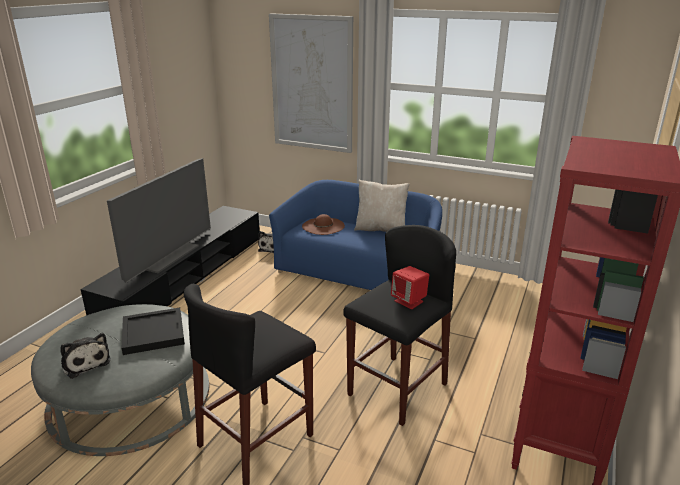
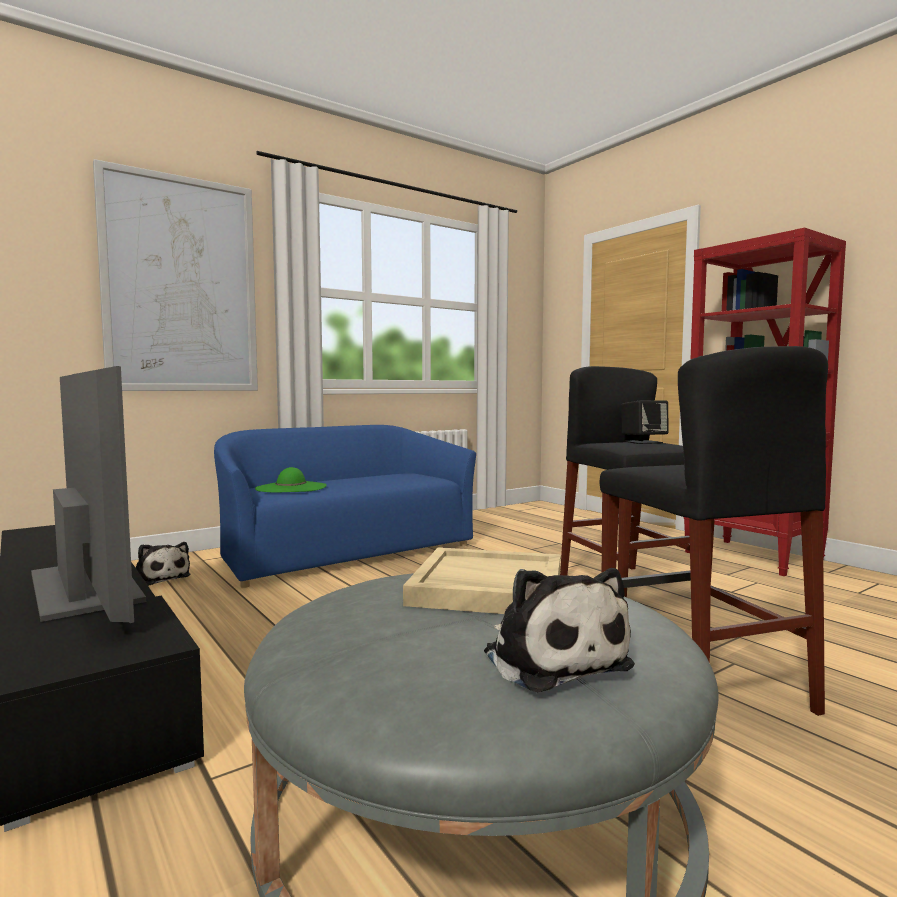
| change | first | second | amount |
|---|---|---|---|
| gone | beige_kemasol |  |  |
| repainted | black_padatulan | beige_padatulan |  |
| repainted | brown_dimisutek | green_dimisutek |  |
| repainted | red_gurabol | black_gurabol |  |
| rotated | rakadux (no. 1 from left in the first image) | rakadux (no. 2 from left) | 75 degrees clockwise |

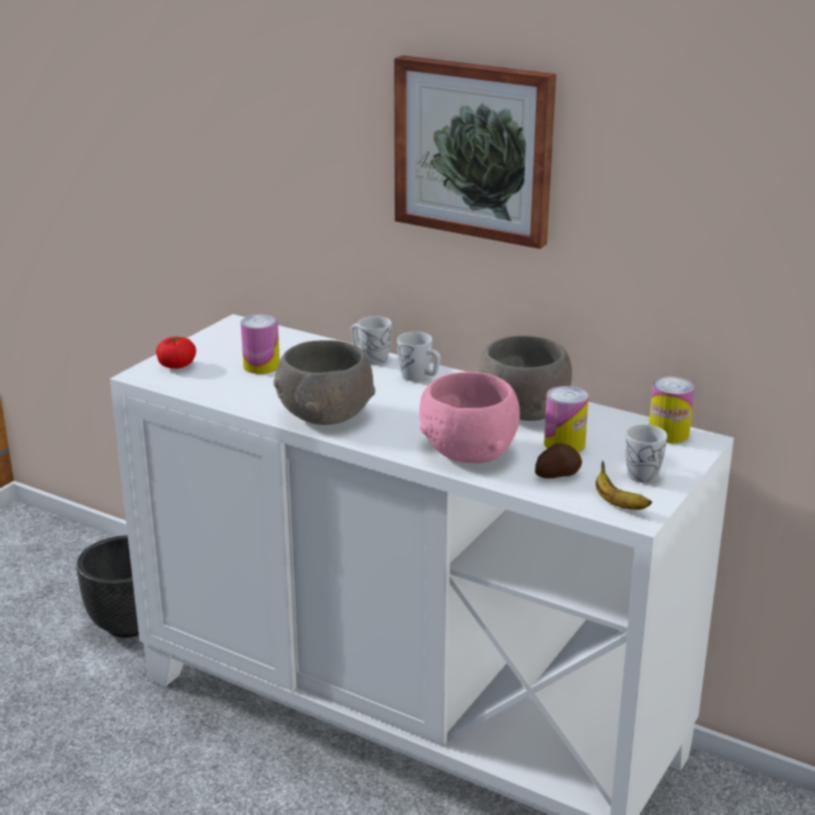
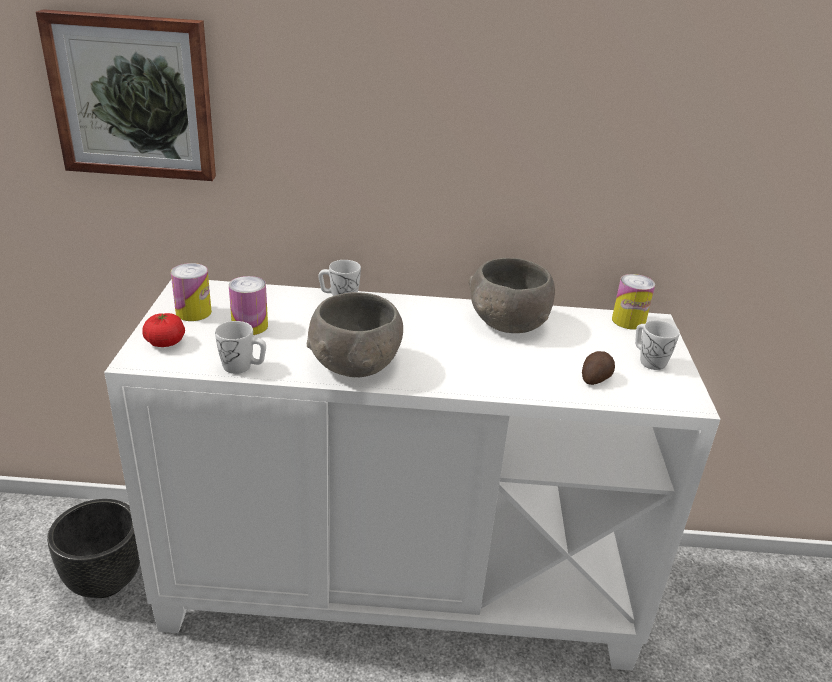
| change | first | second | amount |
|---|---|---|---|
| gone | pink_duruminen |  |  |
| gone | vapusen |  |  |
| shifted | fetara |  |  |
| shifted | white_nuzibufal (no. 2 from left in the first image) | white_nuzibufal (no. 1 from left) |  |
| shifted | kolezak (no. 2 from left in the first image) | kolezak (no. 1 from left) |  |

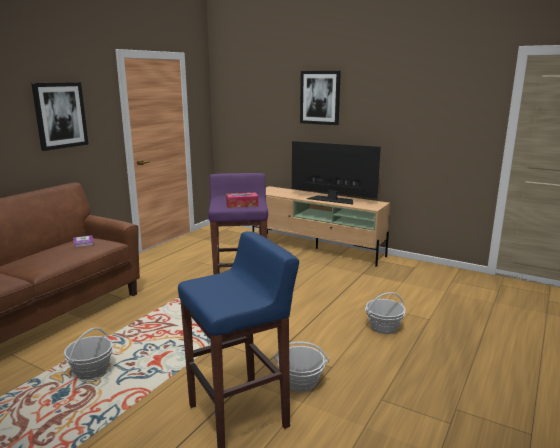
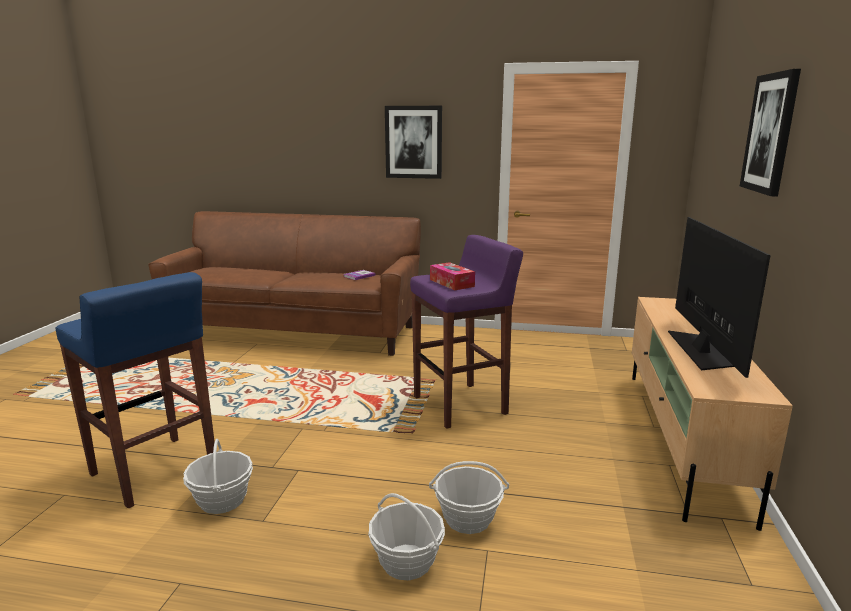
| change | first | second | amount |
|---|---|---|---|
| shifted | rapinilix (no. 1 from left in the first image) | rapinilix (no. 3 from left) |  |

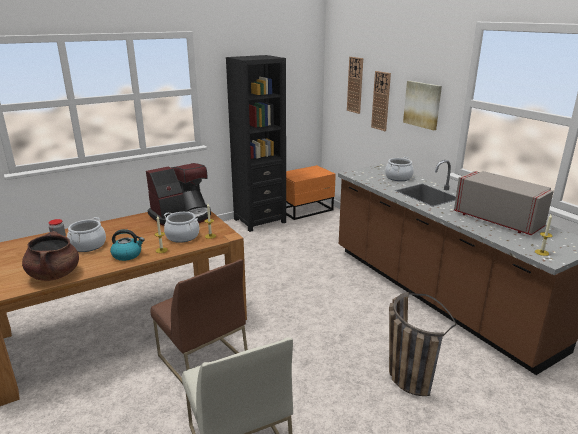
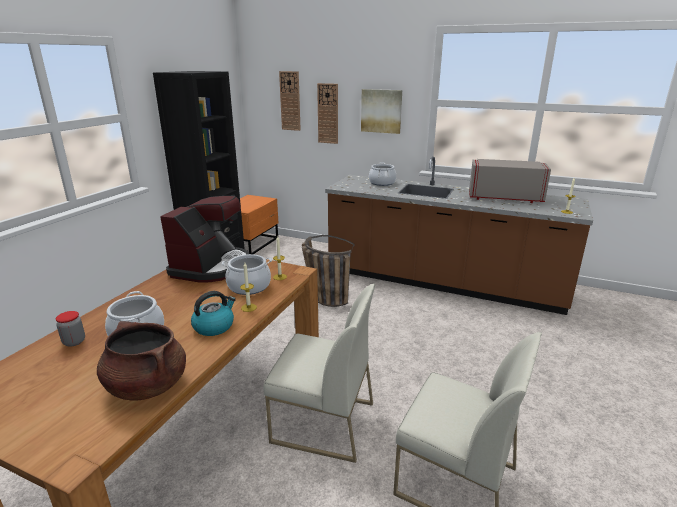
| change | first | second | amount |
|---|---|---|---|
| shifted | rapinilix |  |  |
| repainted | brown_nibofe | white_nibofe (no. 1 from left) |  |

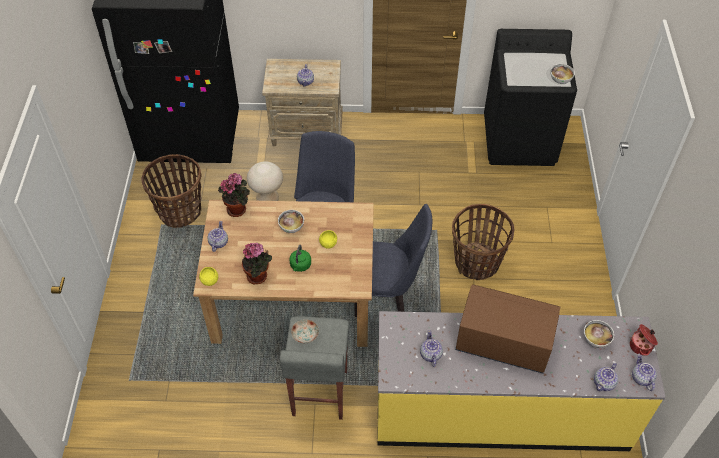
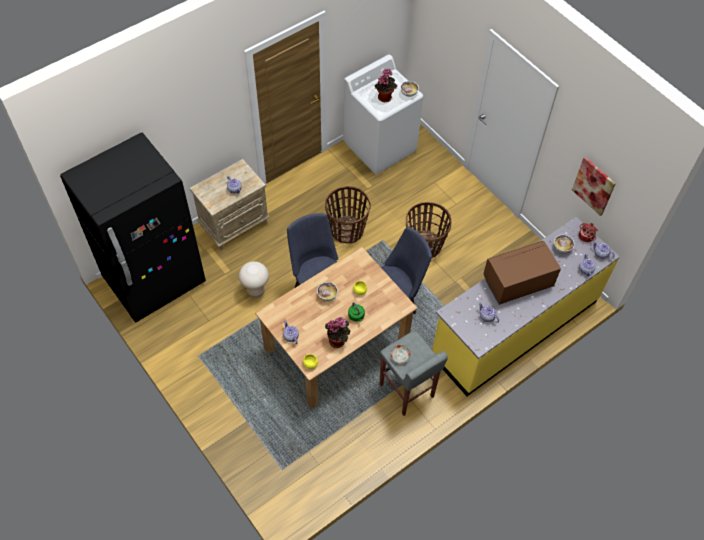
| change | first | second | amount |
|---|---|---|---|
| new |  | fetara |  |
| shifted | rapinilix (no. 1 from left) |  |  |
| shifted | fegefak (no. 1 from left in the first image) | fegefak (no. 2 from left) |  |
| repainted | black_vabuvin | white_vabuvin |  |

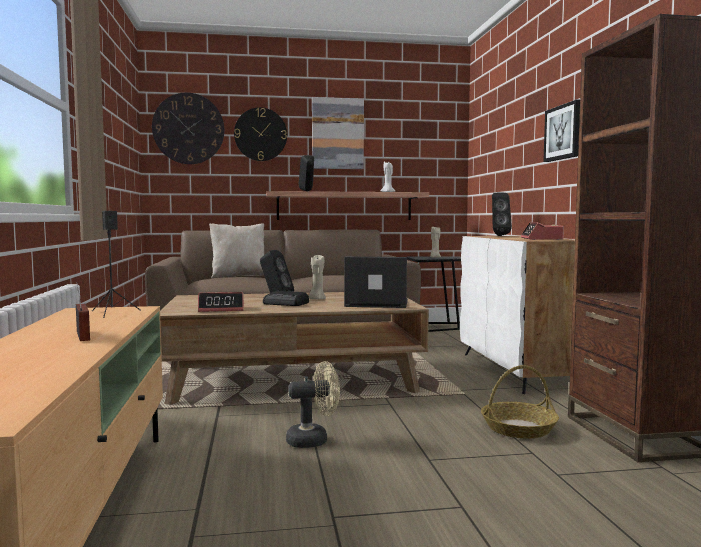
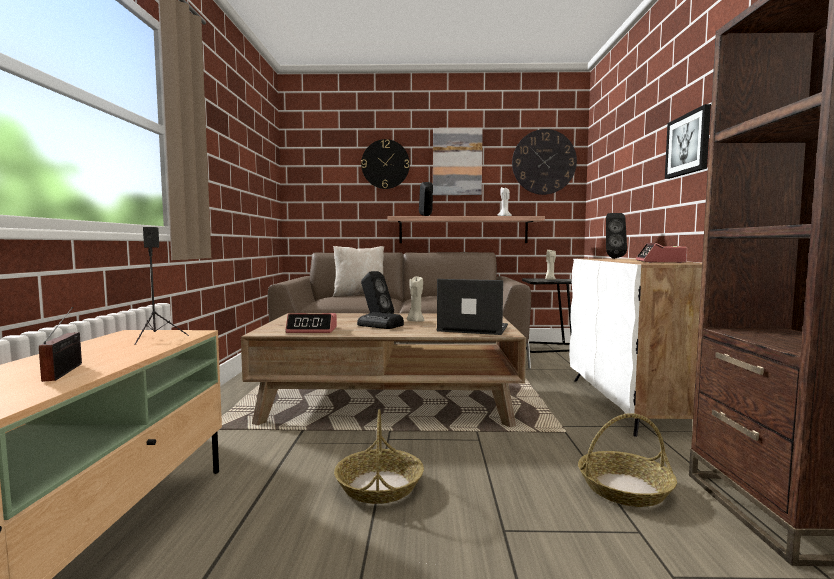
| change | first | second | amount |
|---|---|---|---|
| shifted | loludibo (no. 1 from left in the first image) | loludibo (no. 2 from left) |  |
| swapped | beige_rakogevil | rapinilix (no. 1 from left) |  |

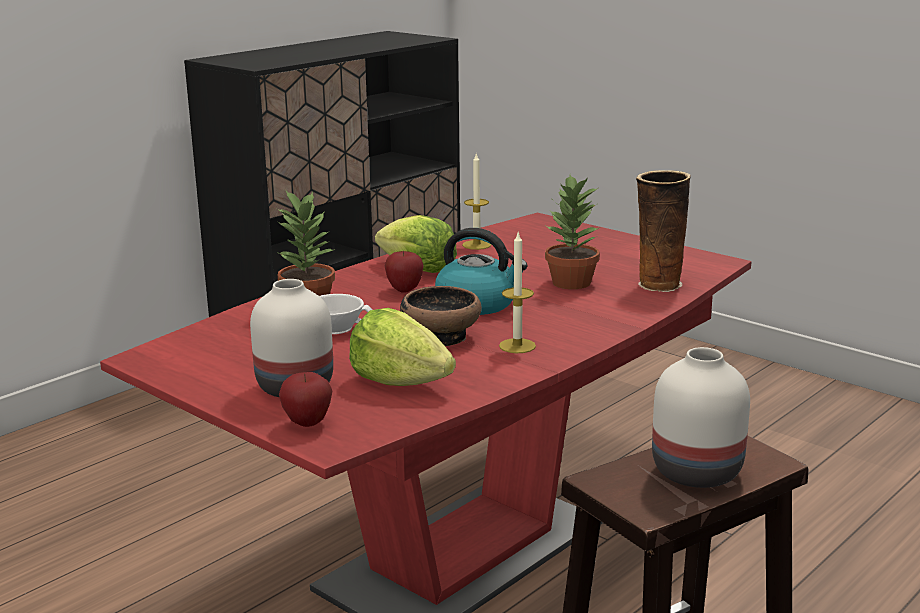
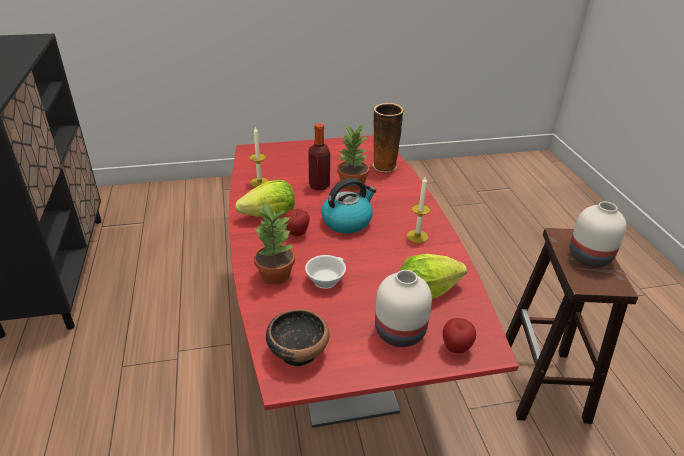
| change | first | second | amount |
|---|---|---|---|
| new |  | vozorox |  |
| shifted | duruminen |  |  |

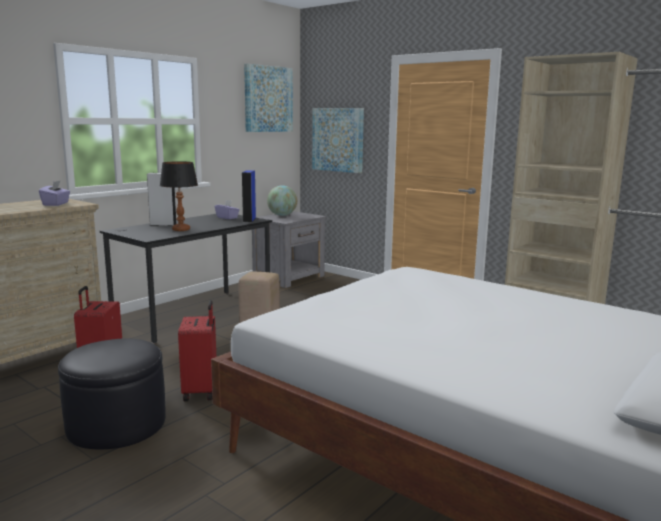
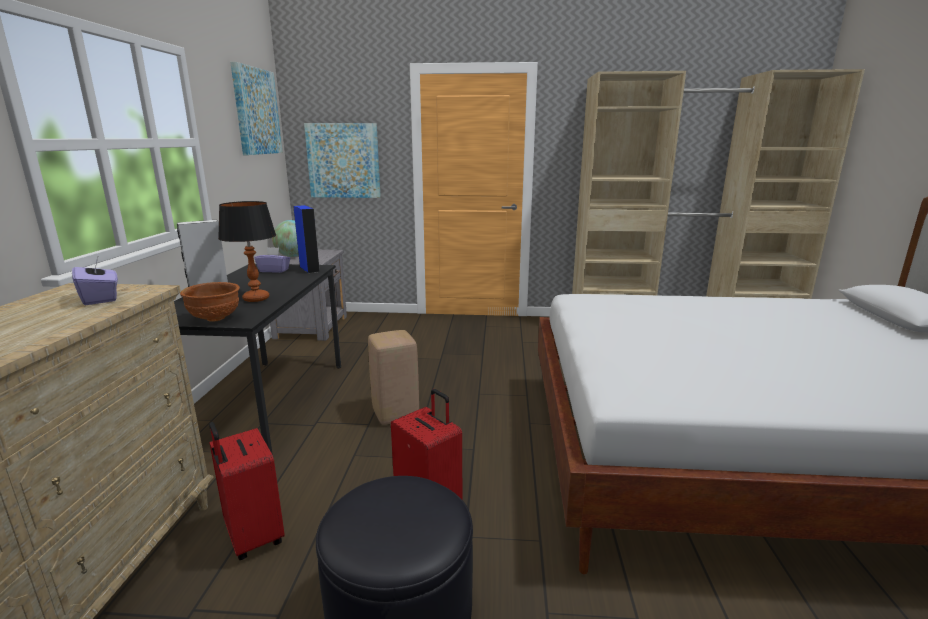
| change | first | second | amount |
|---|---|---|---|
| new |  | brown_duruminen |  |

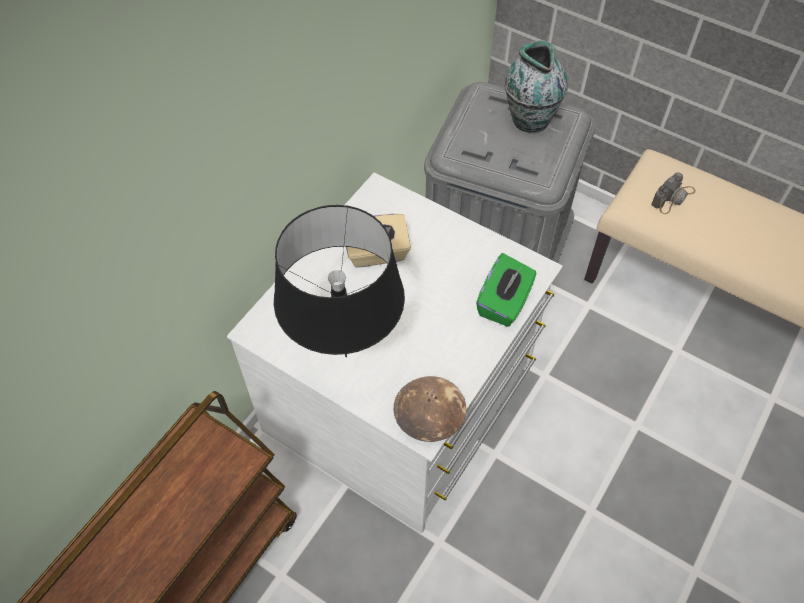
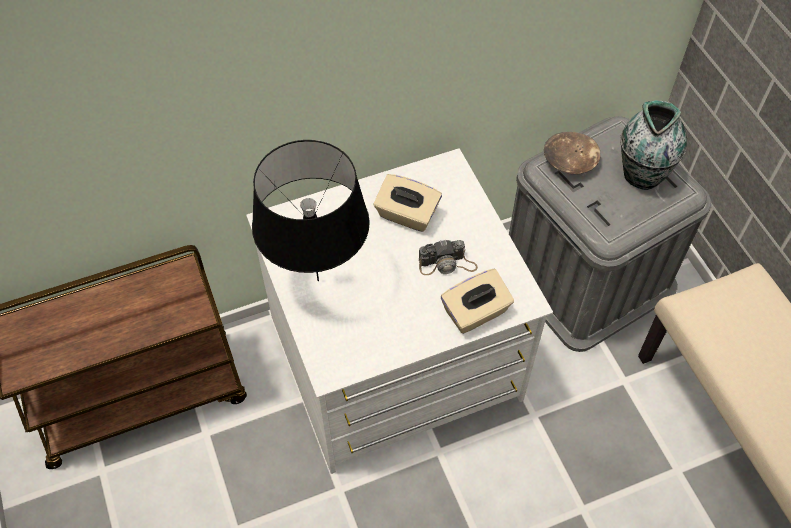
| change | first | second | amount |
|---|---|---|---|
| shifted | brown_duruminen |  |  |
| shifted | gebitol |  |  |
| repainted | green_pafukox | beige_pafukox (no. 2 from left) |  |

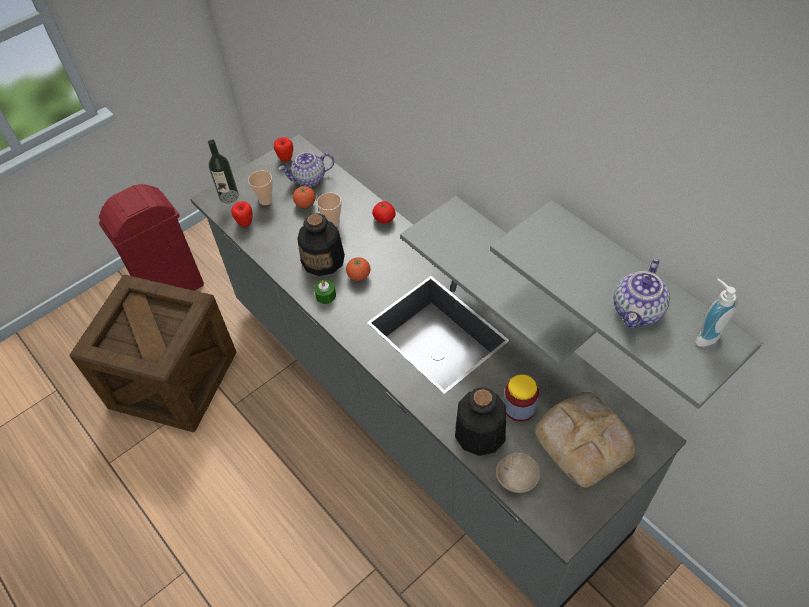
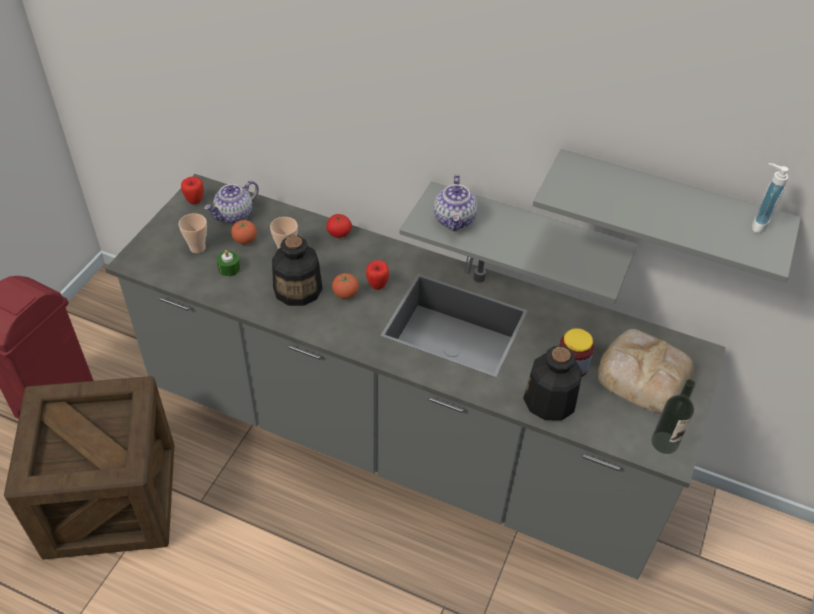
| change | first | second | amount |
|---|---|---|---|
| gone | beige_duruminen |  |  |
| shifted | vozorox (no. 1 from left in the first image) | vozorox (no. 3 from left) |  |
| shifted | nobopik (no. 1 from left in the first image) | nobopik (no. 2 from left) |  |
| shifted | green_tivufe |  |  |
| shifted | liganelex (no. 2 from left) |  |  |

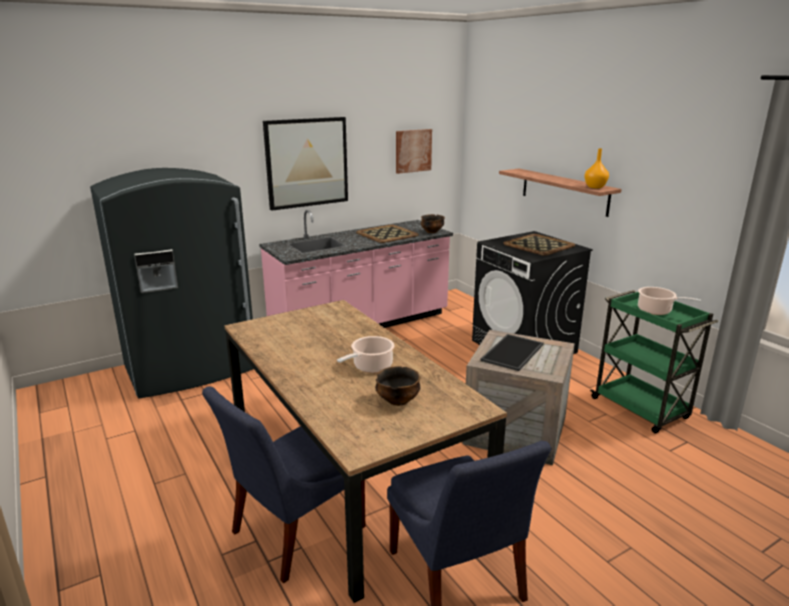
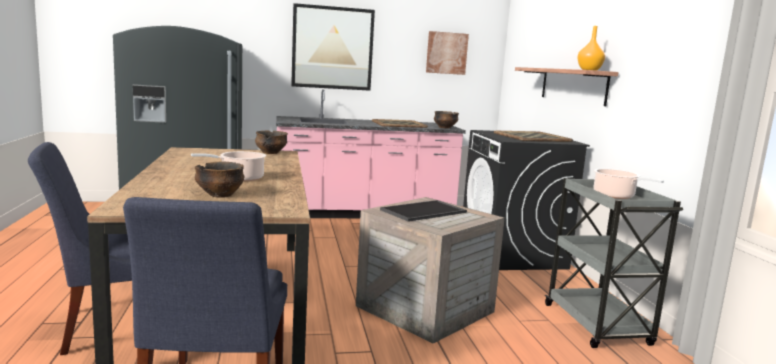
| change | first | second | amount |
|---|---|---|---|
| new |  | duruminen (no. 2 from left) |  |
| repainted | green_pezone | grey_pezone |  |

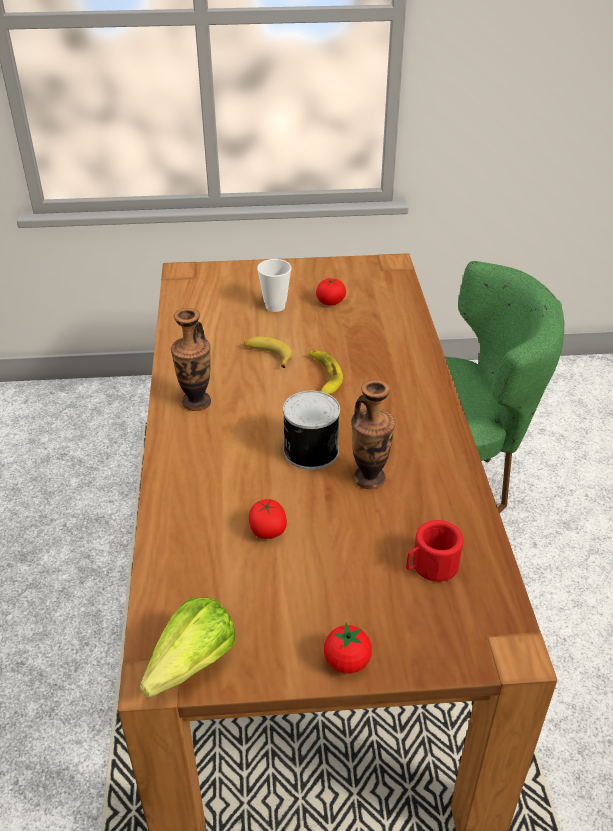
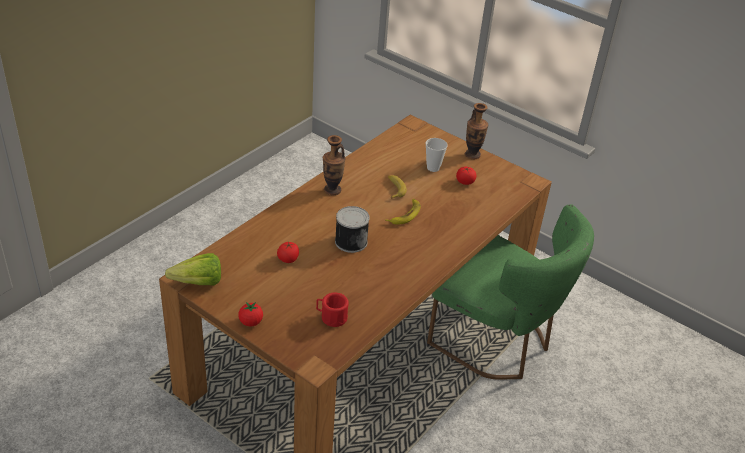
| change | first | second | amount |
|---|---|---|---|
| shifted | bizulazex (no. 2 from left) |  |  |

